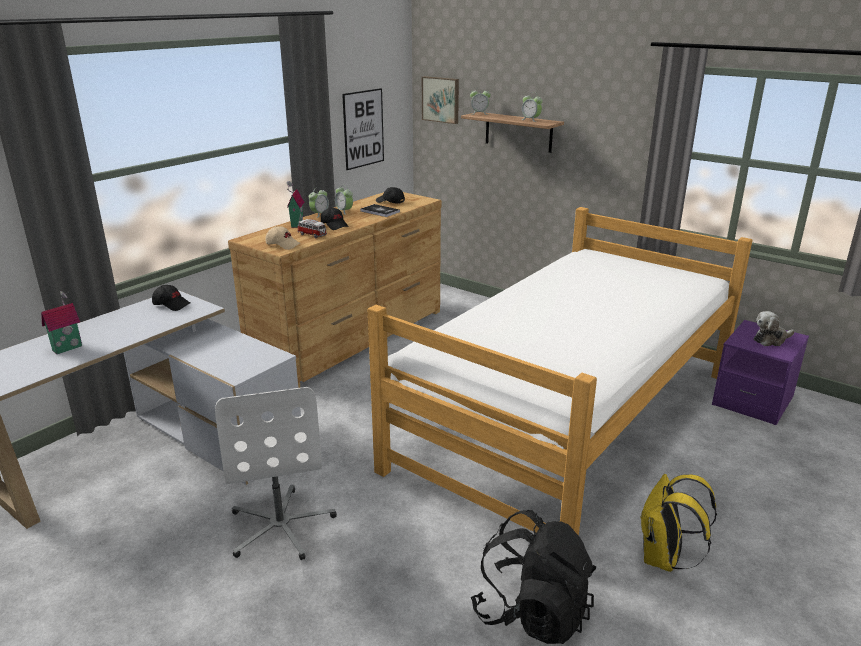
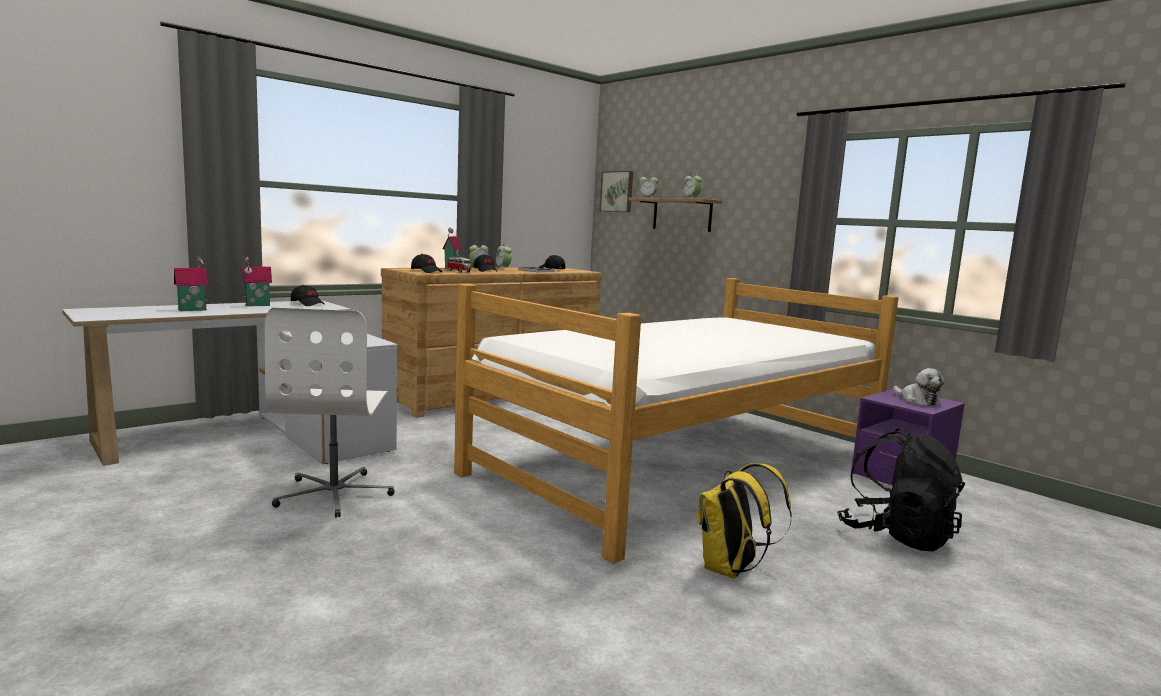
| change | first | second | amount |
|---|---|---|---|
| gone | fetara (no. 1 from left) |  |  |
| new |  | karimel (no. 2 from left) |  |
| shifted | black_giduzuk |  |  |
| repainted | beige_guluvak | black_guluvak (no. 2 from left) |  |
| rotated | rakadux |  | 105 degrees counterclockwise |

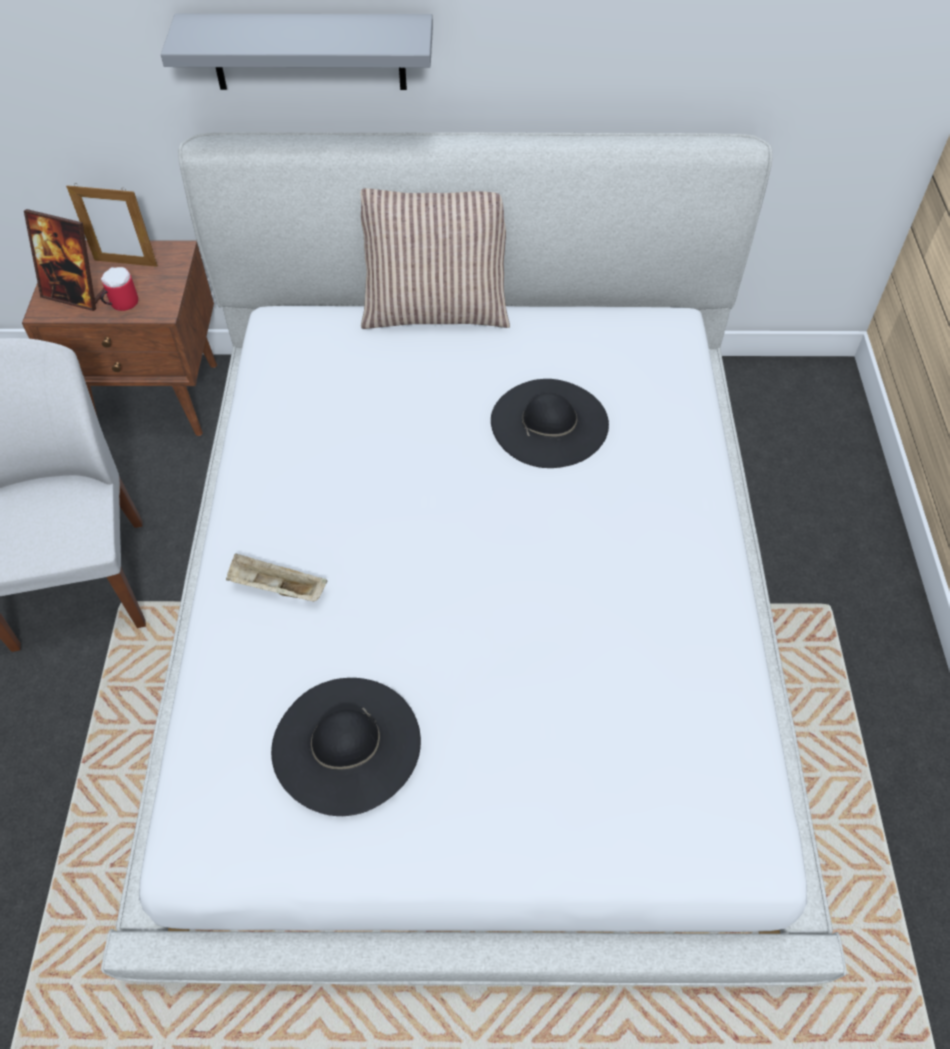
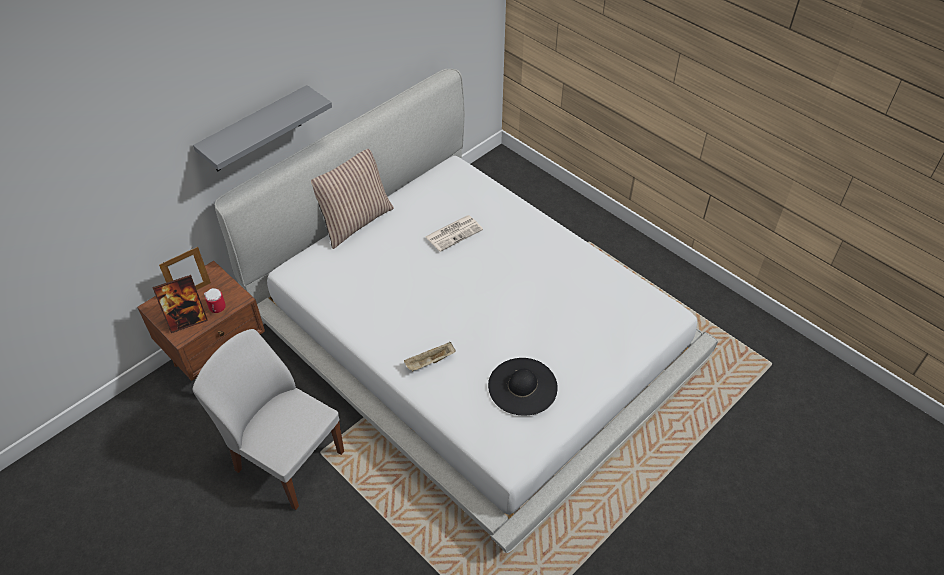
| change | first | second | amount |
|---|---|---|---|
| swapped | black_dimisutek (no. 2 from left) | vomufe |  |

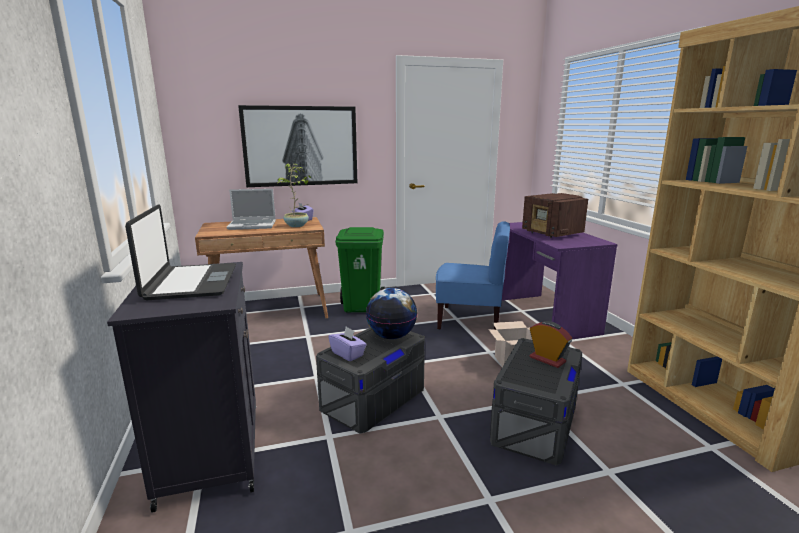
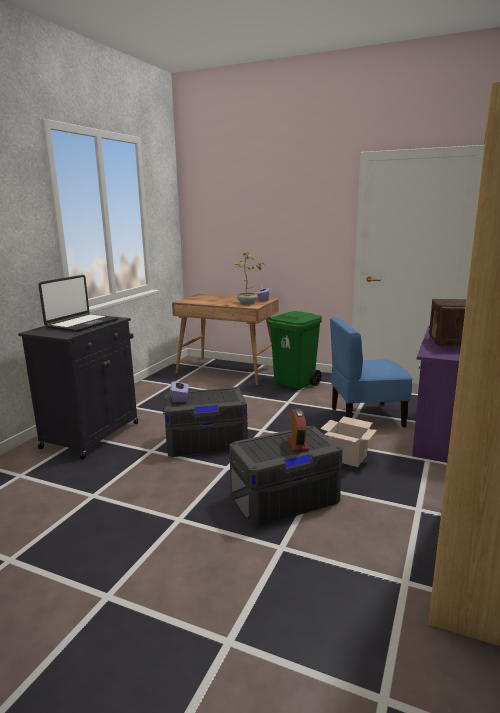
| change | first | second | amount |
|---|---|---|---|
| gone | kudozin (no. 2 from left) |  |  |
| gone | fetara |  |  |
| gone | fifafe |  |  |
| rotated | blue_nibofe |  | 120 degrees clockwise |

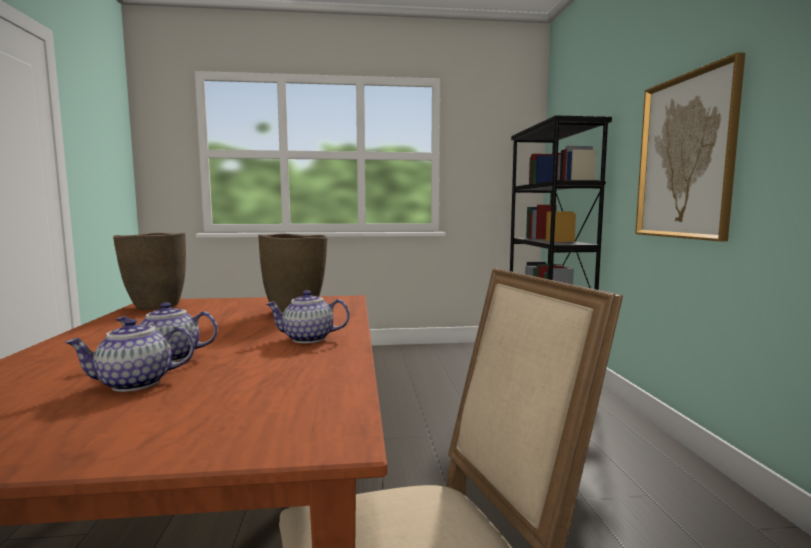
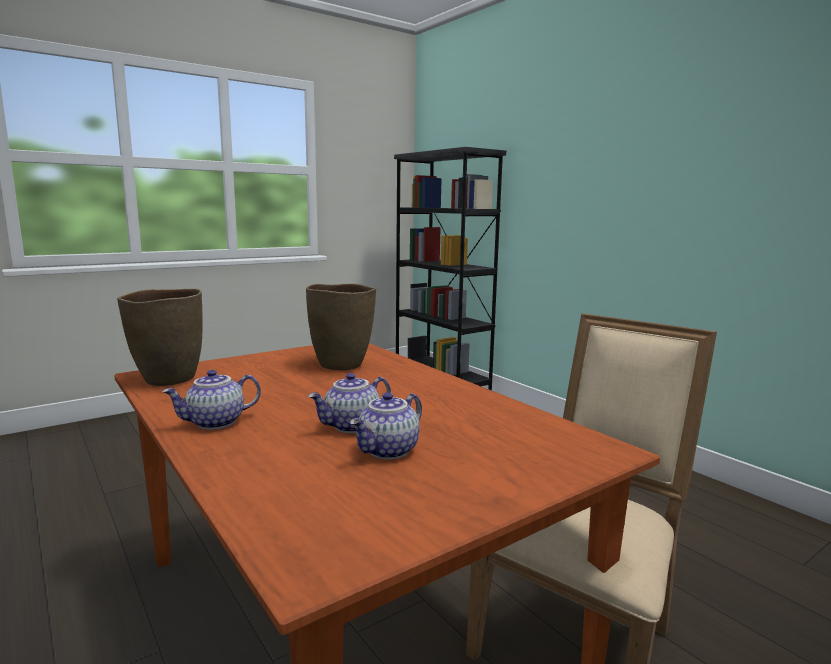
| change | first | second | amount |
|---|---|---|---|
| gone | fetara |  |  |
| shifted | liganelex (no. 3 from left in the first image) | liganelex (no. 1 from left) |  |

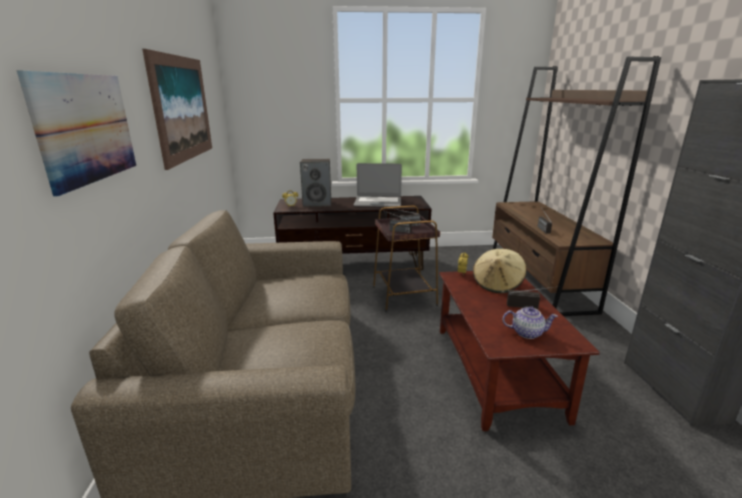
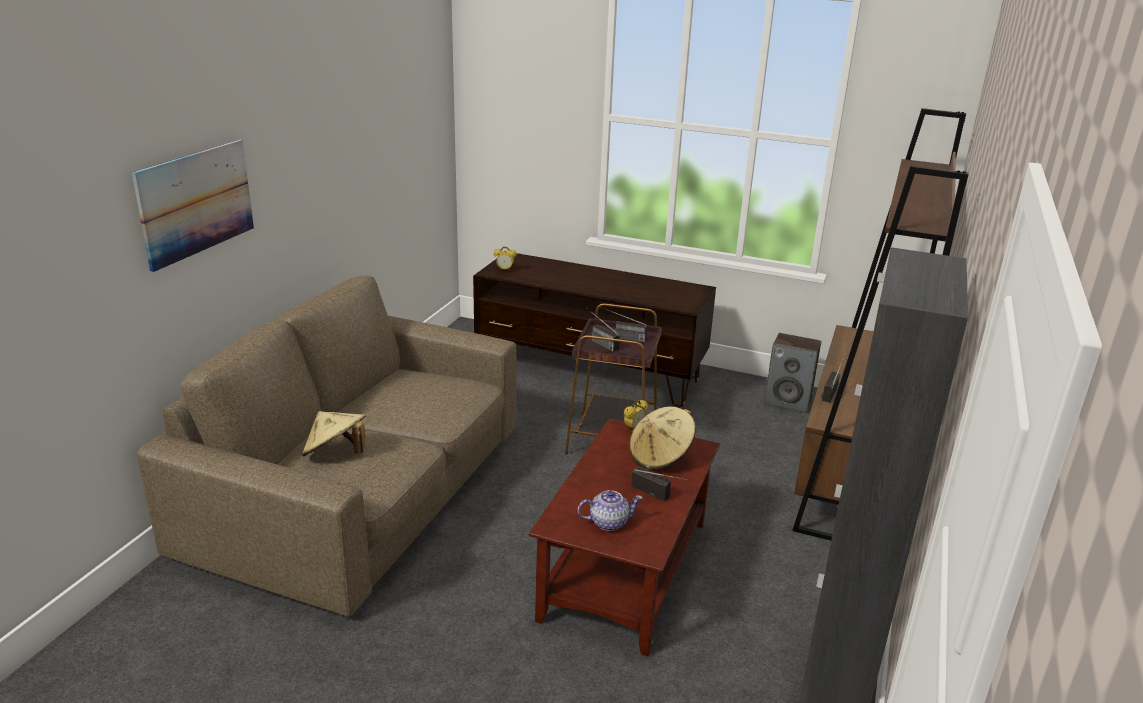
| change | first | second | amount |
|---|---|---|---|
| gone | fetara (no. 2 from left) |  |  |
| gone | kudozin |  |  |
| new |  | beige_dimisutek (no. 1 from left) |  |
| shifted | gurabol |  |  |
| rotated | liganelex |  | 45 degrees counterclockwise |

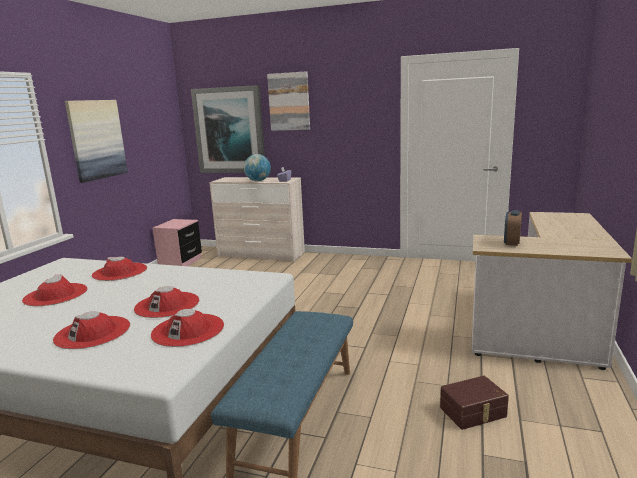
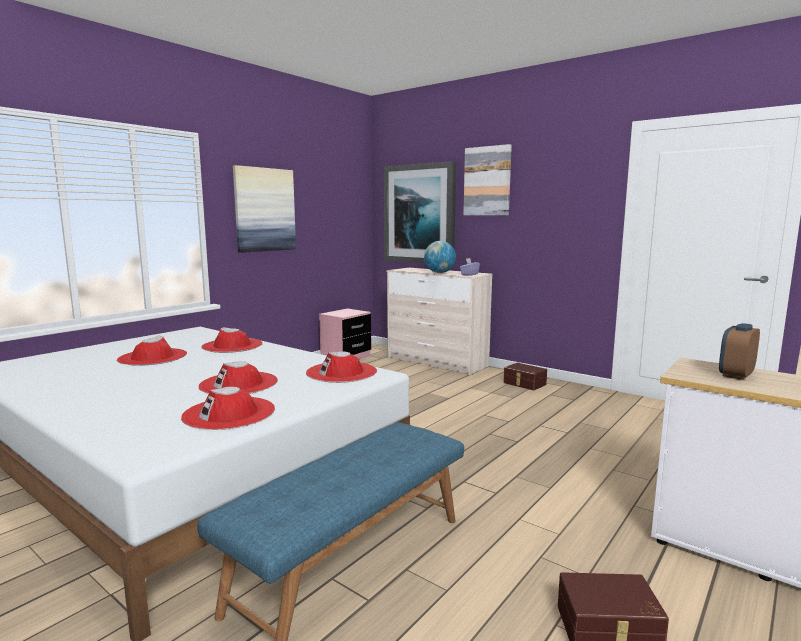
| change | first | second | amount |
|---|---|---|---|
| new |  | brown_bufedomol (no. 1 from left) |  |
| shifted | red_dimisutek (no. 2 from left in the first image) | red_dimisutek (no. 5 from left) |  |

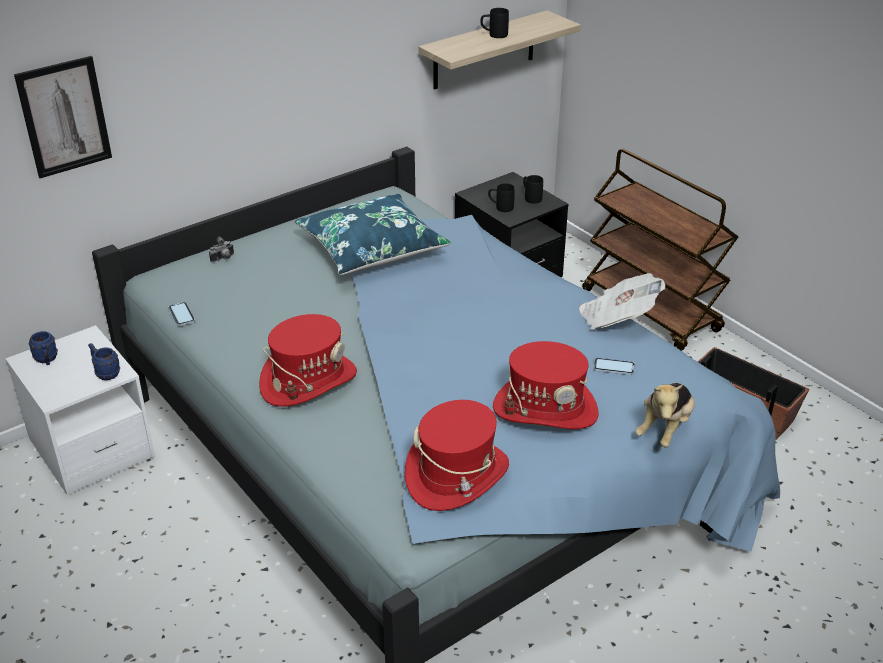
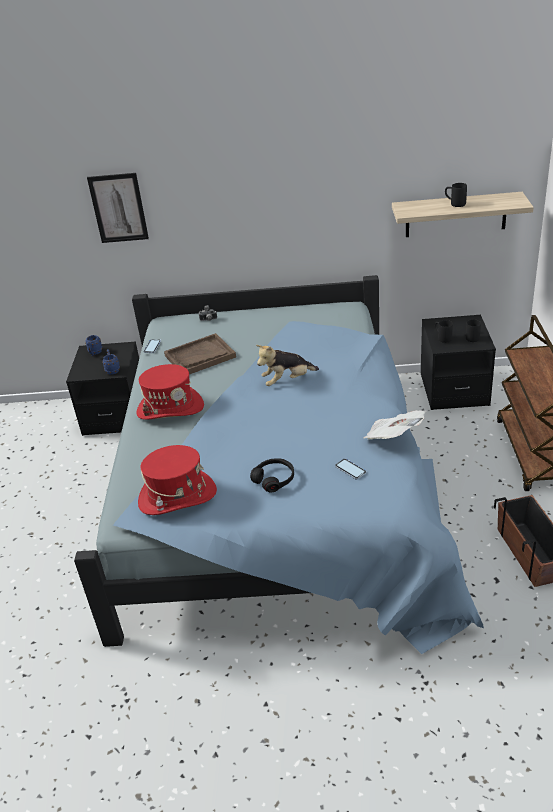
| change | first | second | amount |
|---|---|---|---|
| gone | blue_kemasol |  |  |
| new |  | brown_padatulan |  |
| shifted | rakadux |  |  |
| swapped | red_dimisutek (no. 3 from left) | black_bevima |  |
| repainted | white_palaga | black_palaga (no. 1 from left) |  |

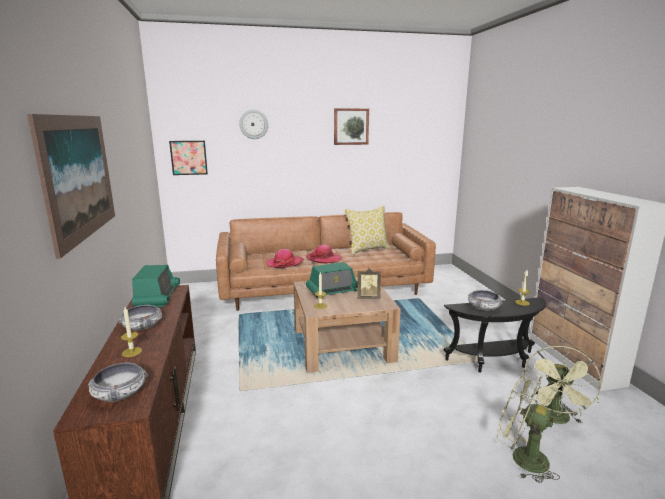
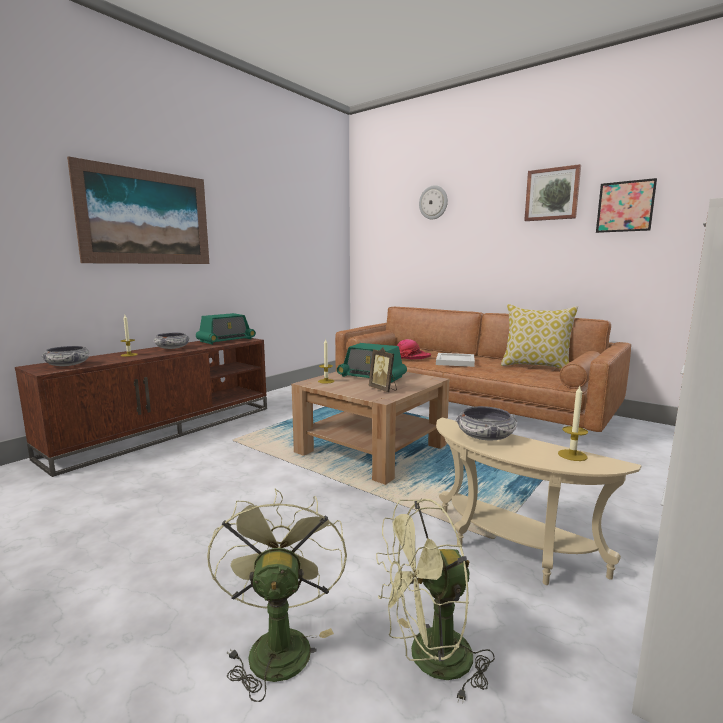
| change | first | second | amount |
|---|---|---|---|
| shifted | fetara (no. 2 from left in the first image) | fetara (no. 3 from left) |  |
| swapped | dimisutek (no. 2 from left) | white_padatulan |  |
| repainted | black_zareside | beige_zareside |  |

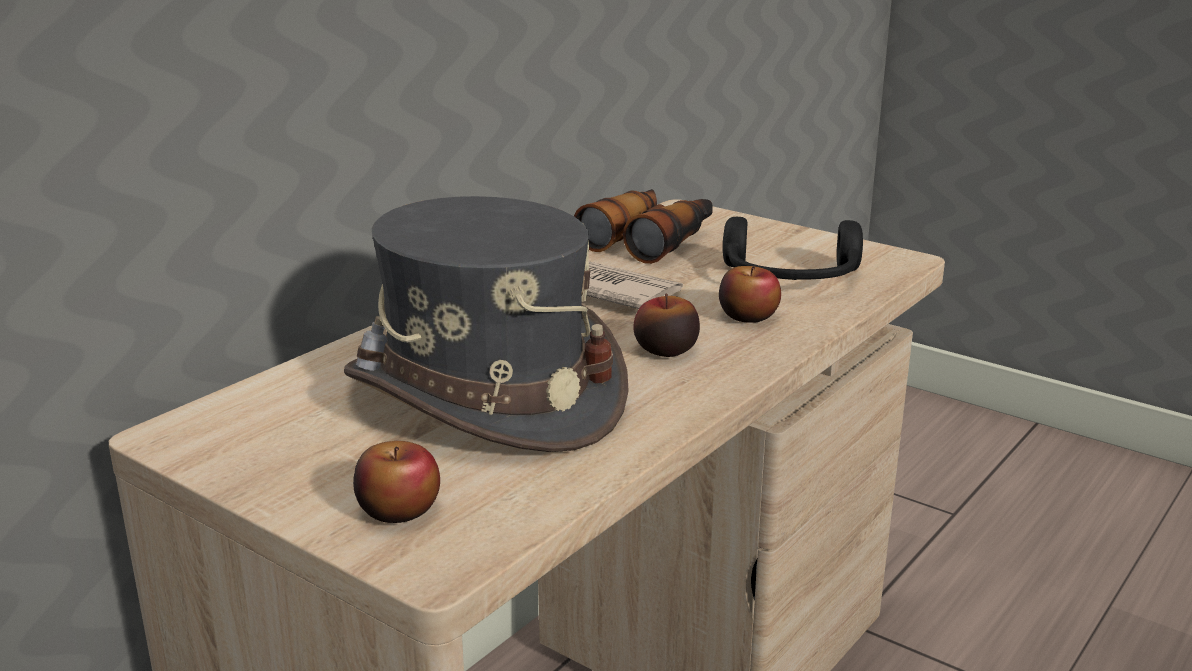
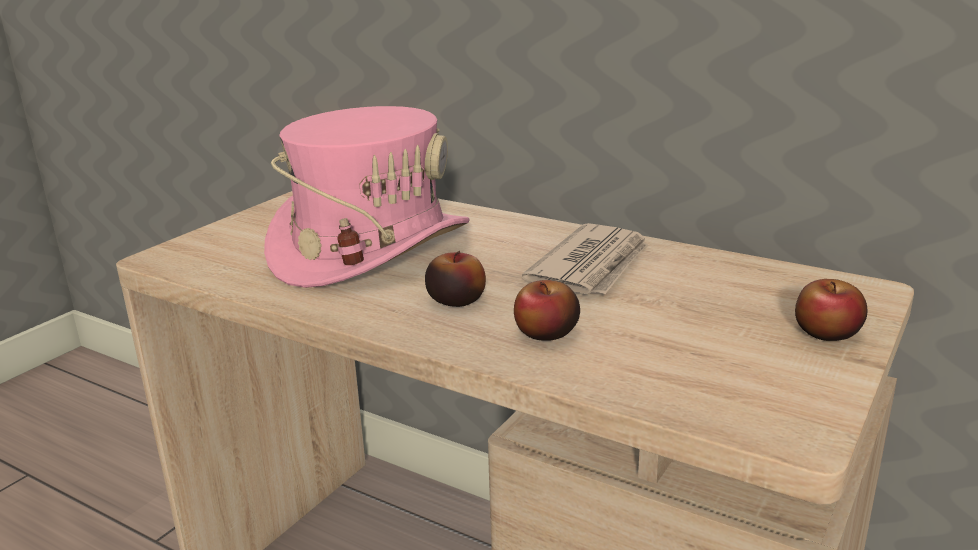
| change | first | second | amount |
|---|---|---|---|
| gone | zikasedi |  |  |
| gone | black_bevima |  |  |
| shifted | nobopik (no. 1 from left in the first image) | nobopik (no. 3 from left) |  |
| repainted | grey_dimisutek | pink_dimisutek |  |

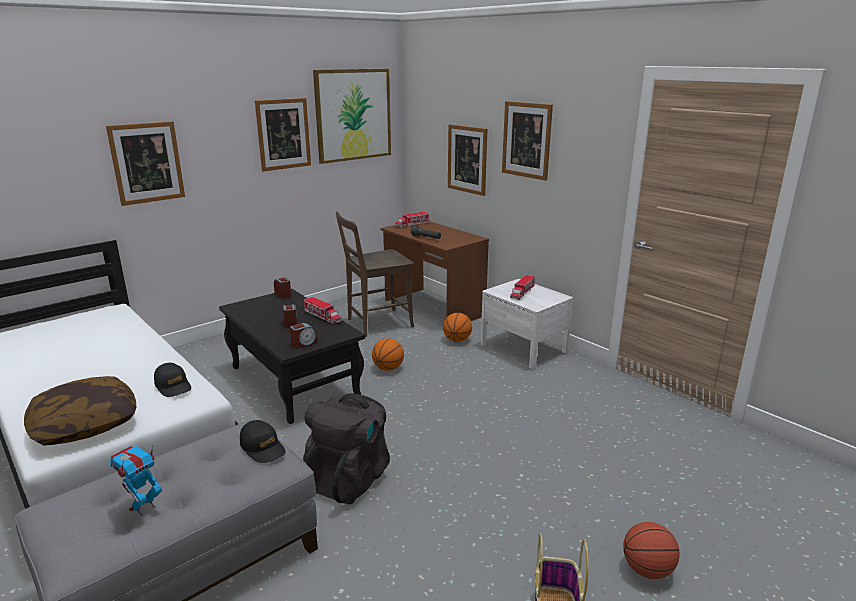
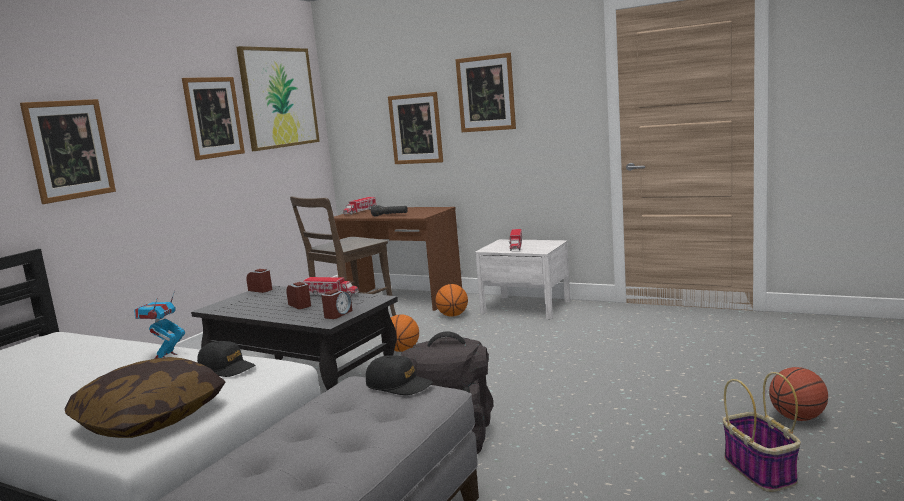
| change | first | second | amount |
|---|---|---|---|
| shifted | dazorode |  |  |

